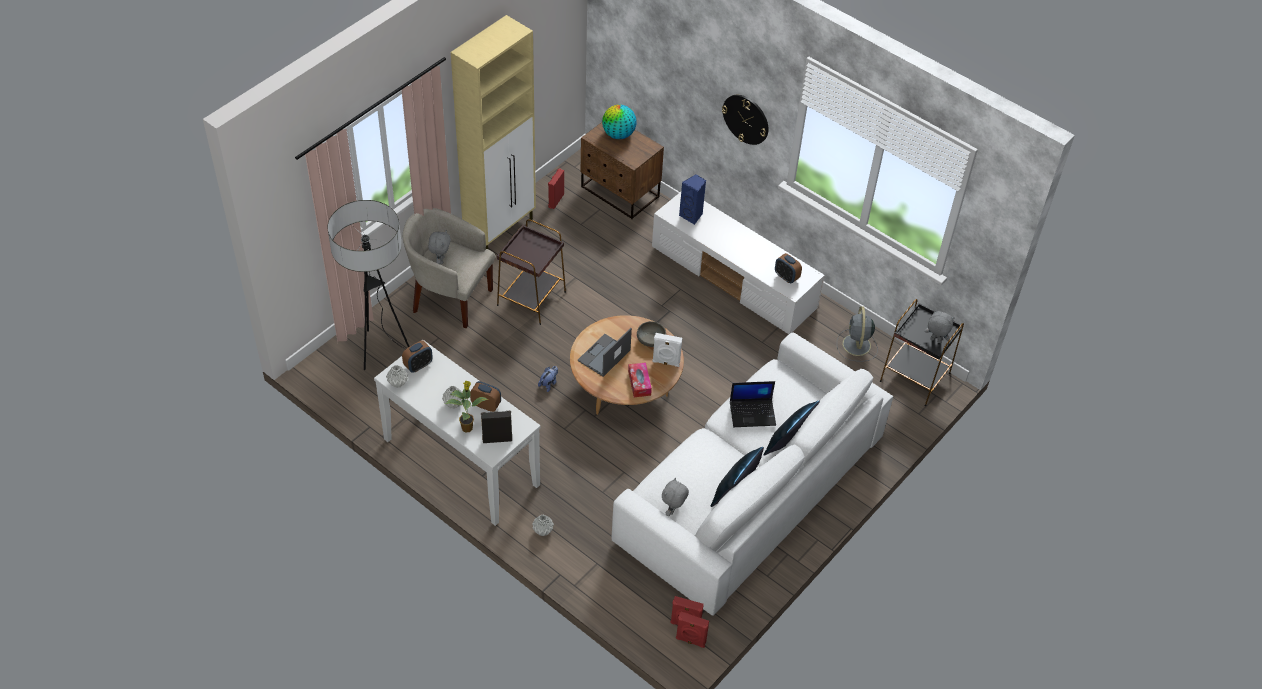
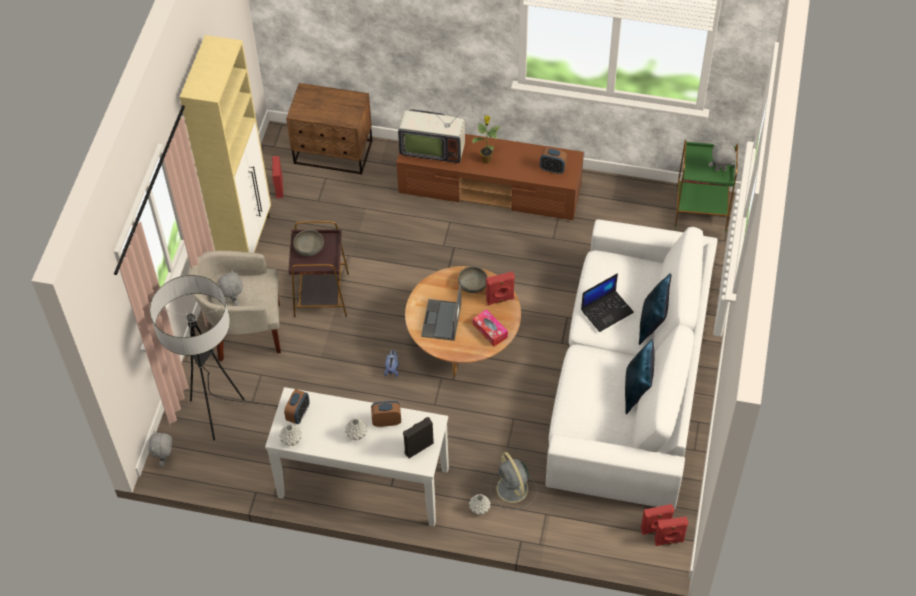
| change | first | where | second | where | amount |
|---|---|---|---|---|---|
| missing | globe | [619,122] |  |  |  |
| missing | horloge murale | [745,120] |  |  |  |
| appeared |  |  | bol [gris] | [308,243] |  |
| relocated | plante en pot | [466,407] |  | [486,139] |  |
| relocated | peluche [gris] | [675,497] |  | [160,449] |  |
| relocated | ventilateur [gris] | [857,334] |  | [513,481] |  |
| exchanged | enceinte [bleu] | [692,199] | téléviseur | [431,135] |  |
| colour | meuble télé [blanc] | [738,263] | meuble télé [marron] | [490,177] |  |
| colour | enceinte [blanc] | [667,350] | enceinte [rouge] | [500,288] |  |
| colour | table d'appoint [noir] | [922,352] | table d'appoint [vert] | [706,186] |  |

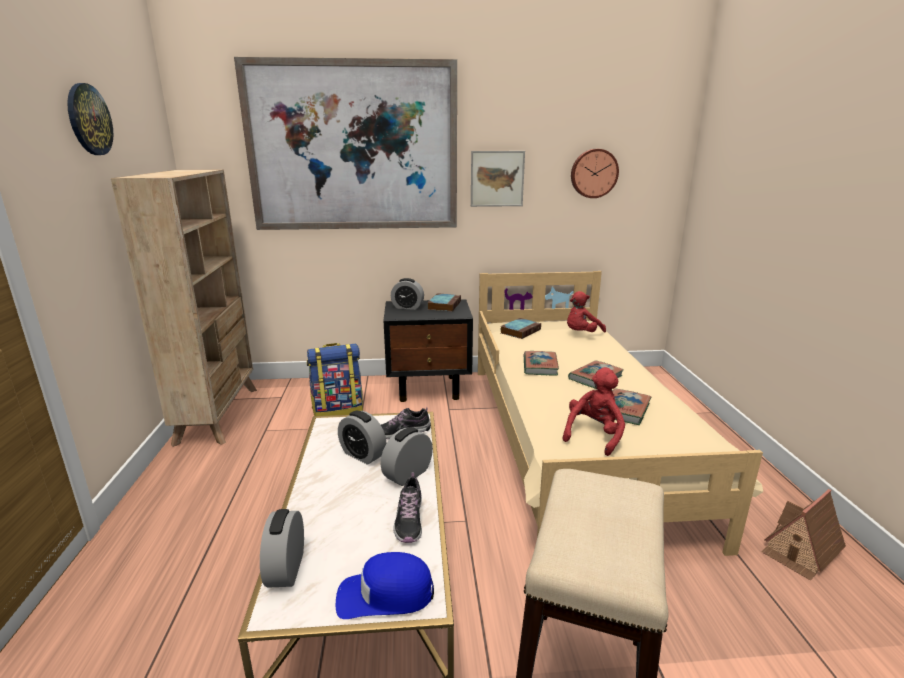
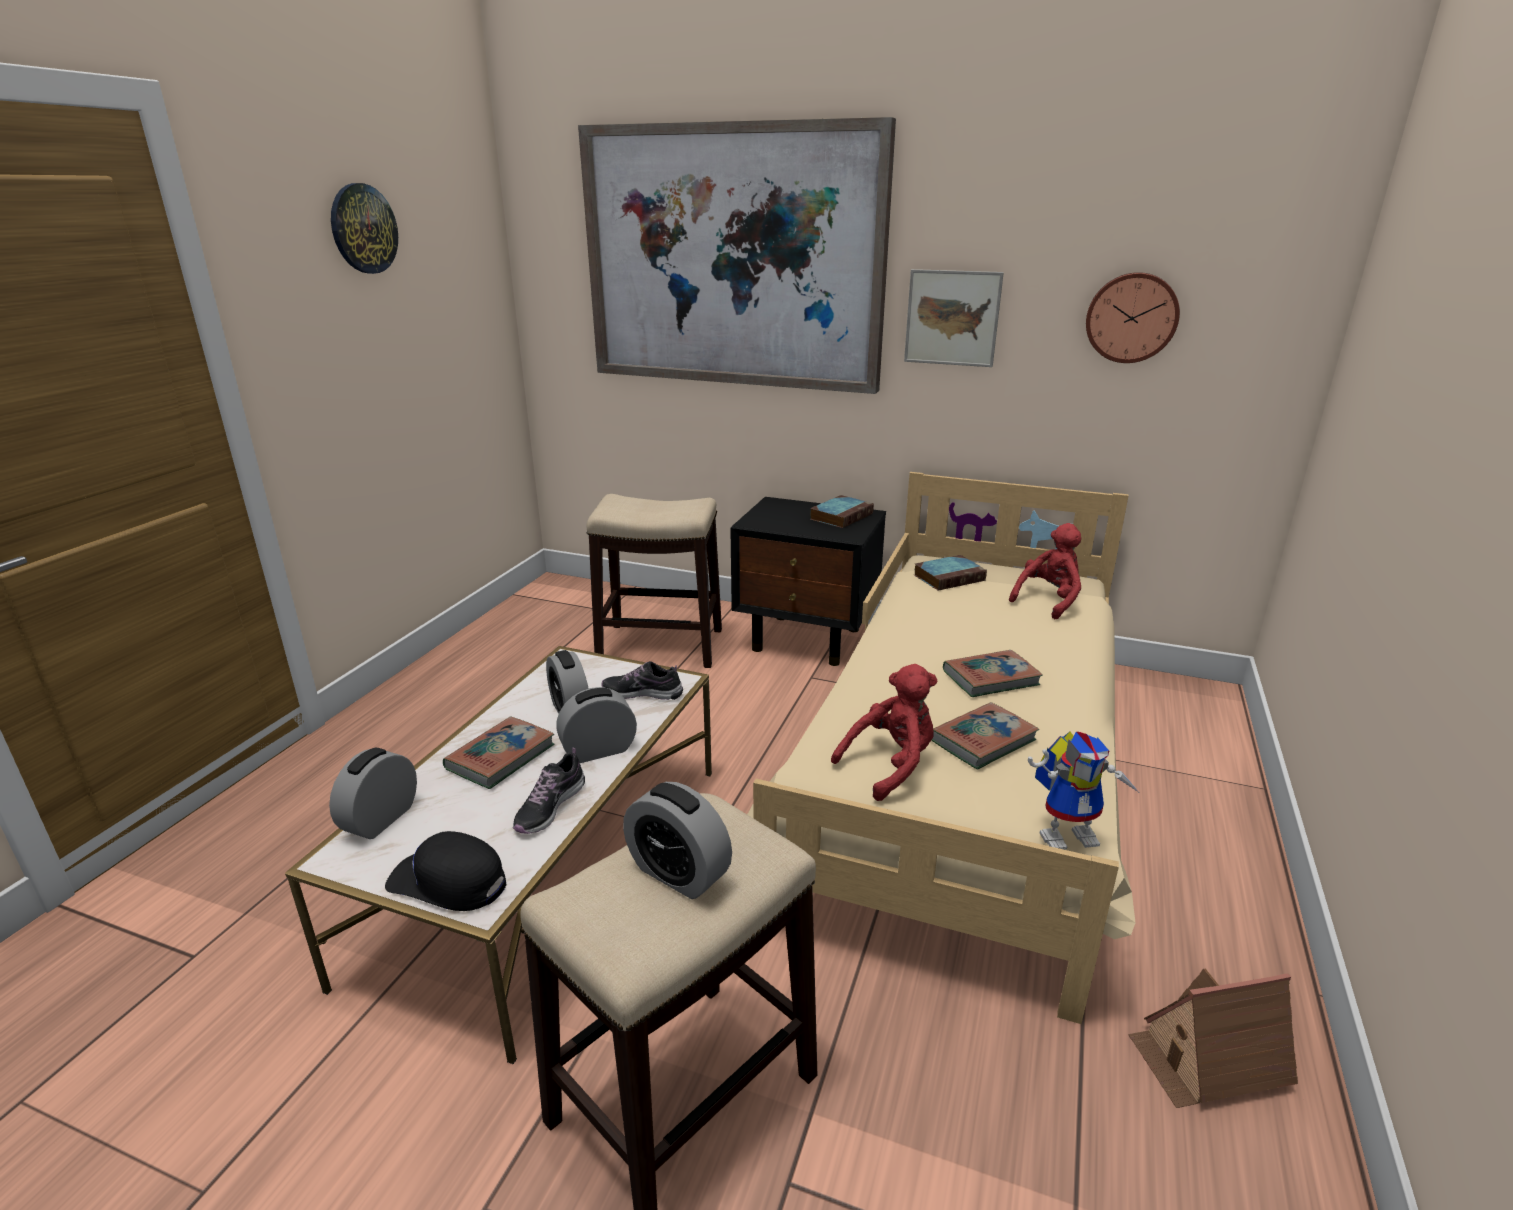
| change | first | where | second | where | amount |
|---|---|---|---|---|---|
| missing | bibliothèque [beige] | [184,308] |  |  |  |
| appeared |  |  | robot jouet | [1083,791] |  |
| relocated | réveil | [407,294] |  | [677,840] |  |
| relocated | livre | [541,363] |  | [498,752] |  |
| exchanged | sac à dos | [335,379] | tabouret | [654,581] |  |
| colour | casquette [bleu] | [385,585] | casquette [noir] | [445,871] |  |
| spun | peluche [rouge] | [586,312] |  | [1045,571] | 150 degrees clockwise |

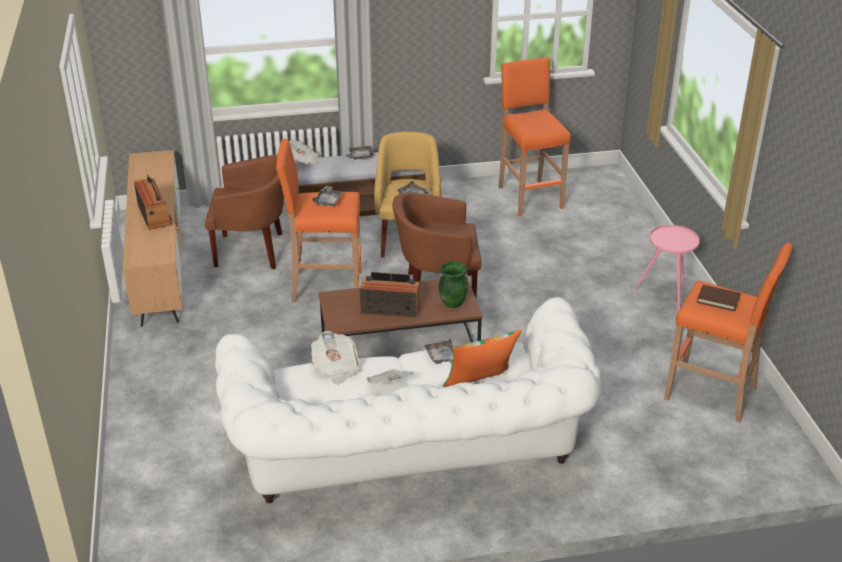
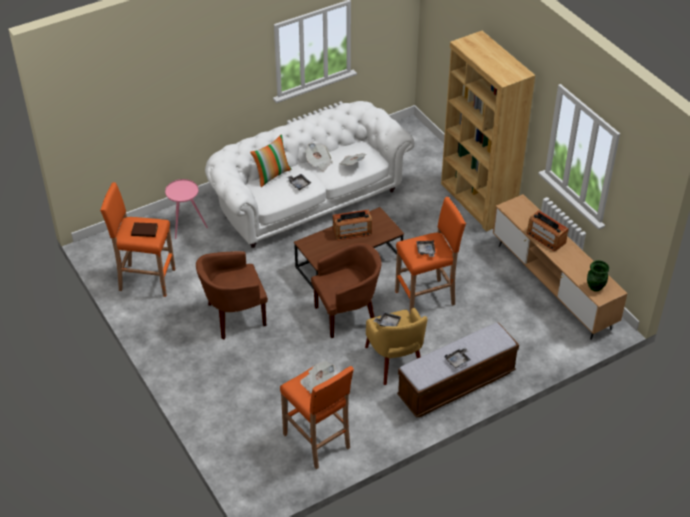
| change | first | where | second | where | amount |
|---|---|---|---|---|---|
| appeared |  |  | bibliothèque [marron] | [488,131] |  |
| relocated | fauteuil [marron] | [244,212] |  | [232,295] |  |
| relocated | journal | [305,153] |  | [318,377] |  |
| relocated | vase [vert] | [453,284] |  | [598,276] |  |
| relocated | table d'appoint [rose] | [667,268] |  | [186,209] |  |

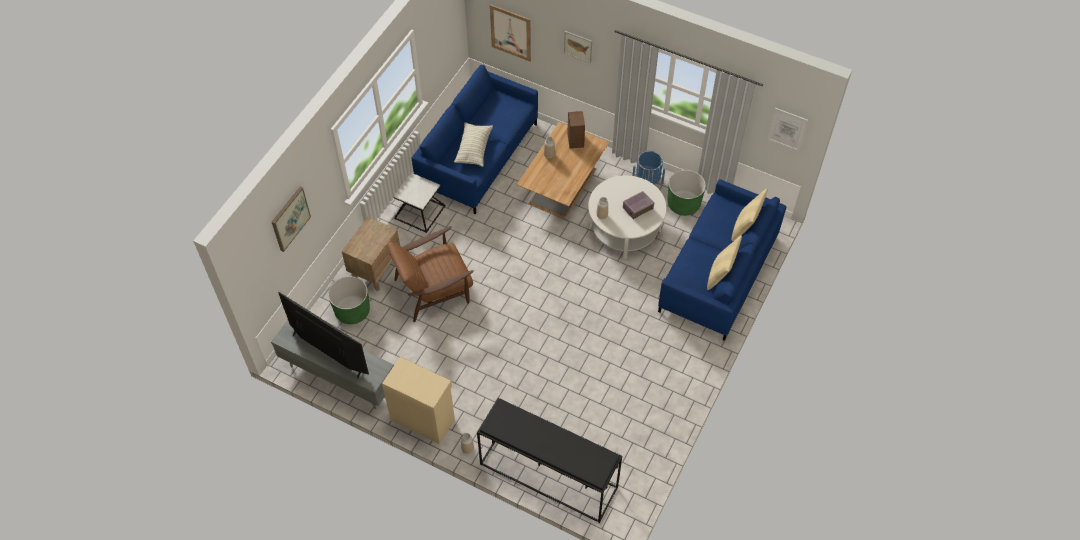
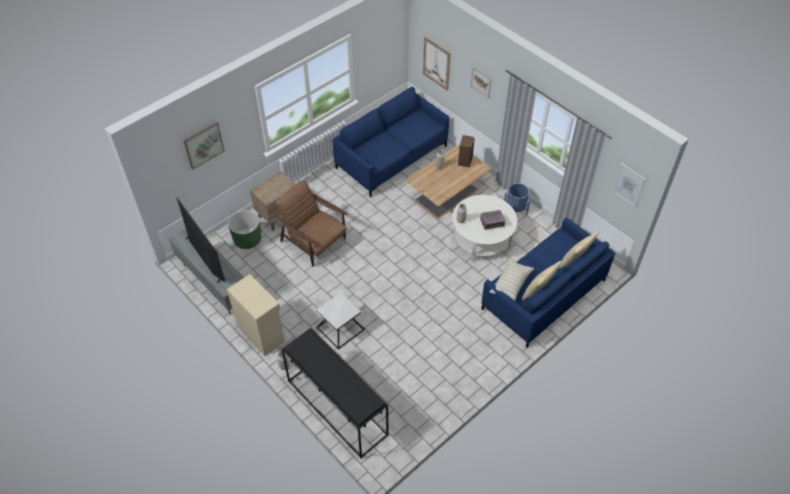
| change | first | where | second | where | amount |
|---|---|---|---|---|---|
| missing | cache-pot [vert] | [686,193] |  |  |  |
| relocated | table d'appoint | [419,203] |  | [340,321] |  |
| relocated | coussin | [473,144] |  | [511,279] |  |
| spun | fauteuil [marron] | [430,274] |  | [311,223] | 45 degrees clockwise |

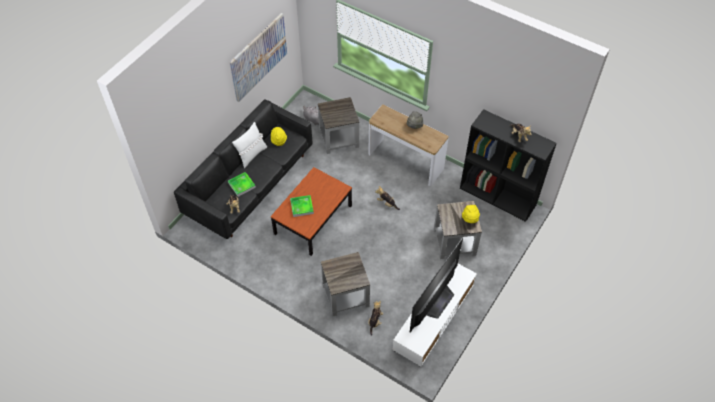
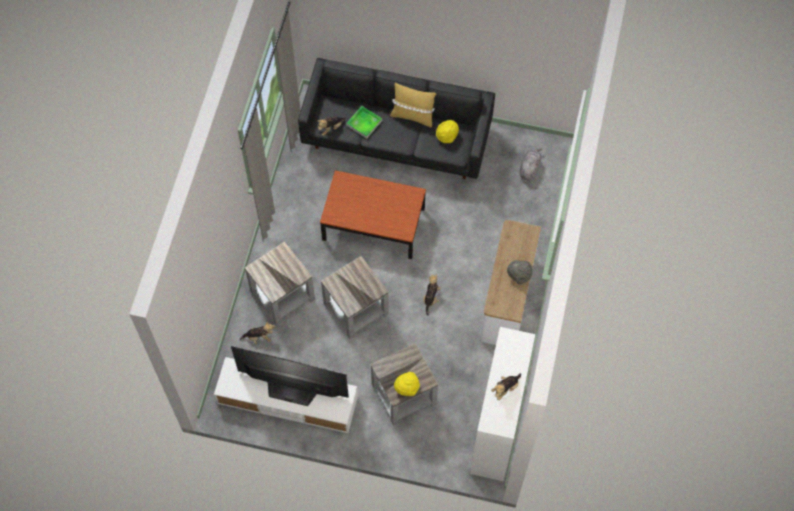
| change | first | where | second | where | amount |
|---|---|---|---|---|---|
| missing | tableau | [258,57] |  |  |  |
| missing | plateau | [302,206] |  |  |  |
| relocated | table d'appoint [gris] | [338,125] |  | [355,297] |  |
| colour | coussin [blanc] | [249,145] | coussin [jaune] | [413,104] |  |
| colour | bibliothèque [noir] | [508,165] | bibliothèque [blanc] | [502,404] |  |

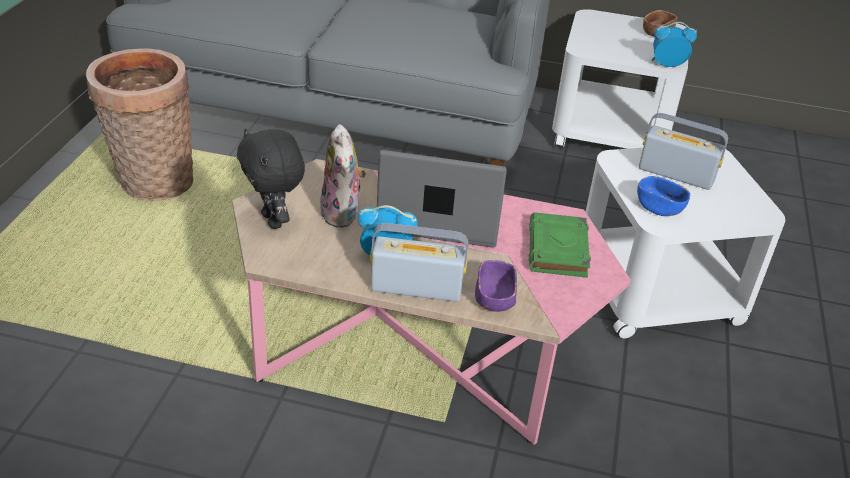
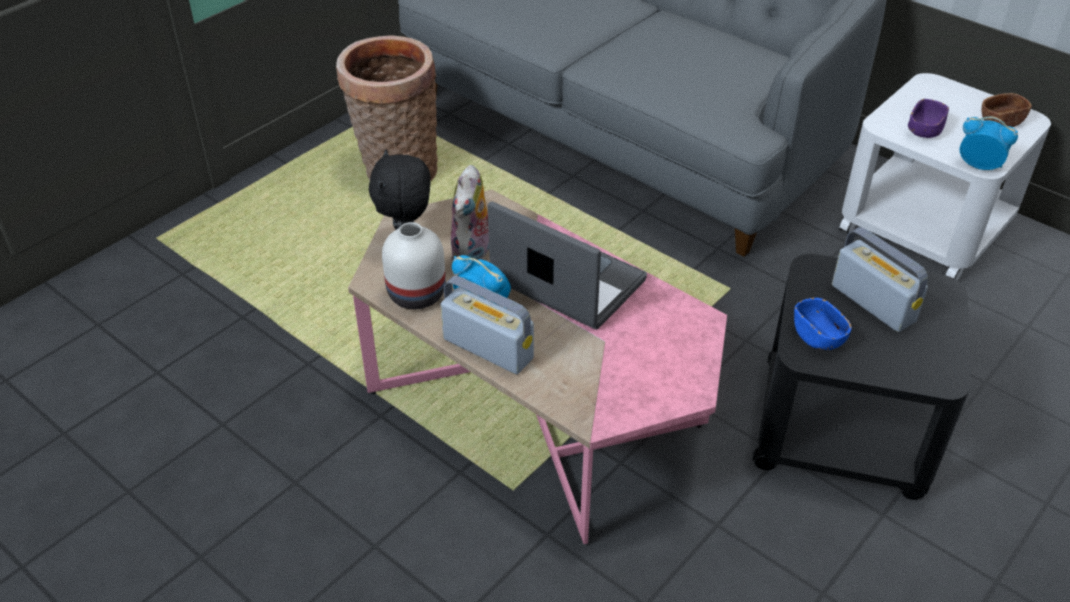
| change | first | where | second | where | amount |
|---|---|---|---|---|---|
| missing | livre [vert] | [560,245] |  |  |  |
| appeared |  |  | vase [blanc] | [414,265] |  |
| relocated | bol [violet] | [496,286] |  | [928,118] |  |
| colour | table d'appoint [blanc] | [685,243] | table d'appoint [noir] | [862,377] |  |

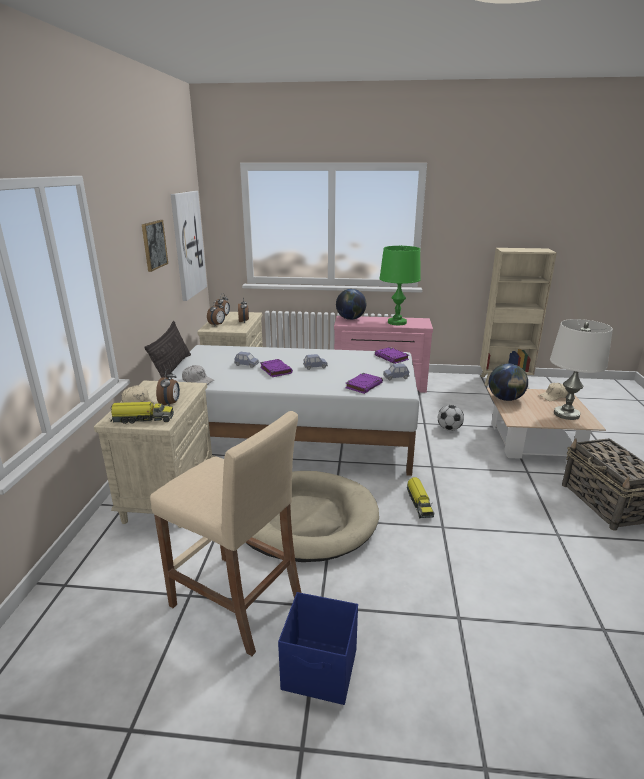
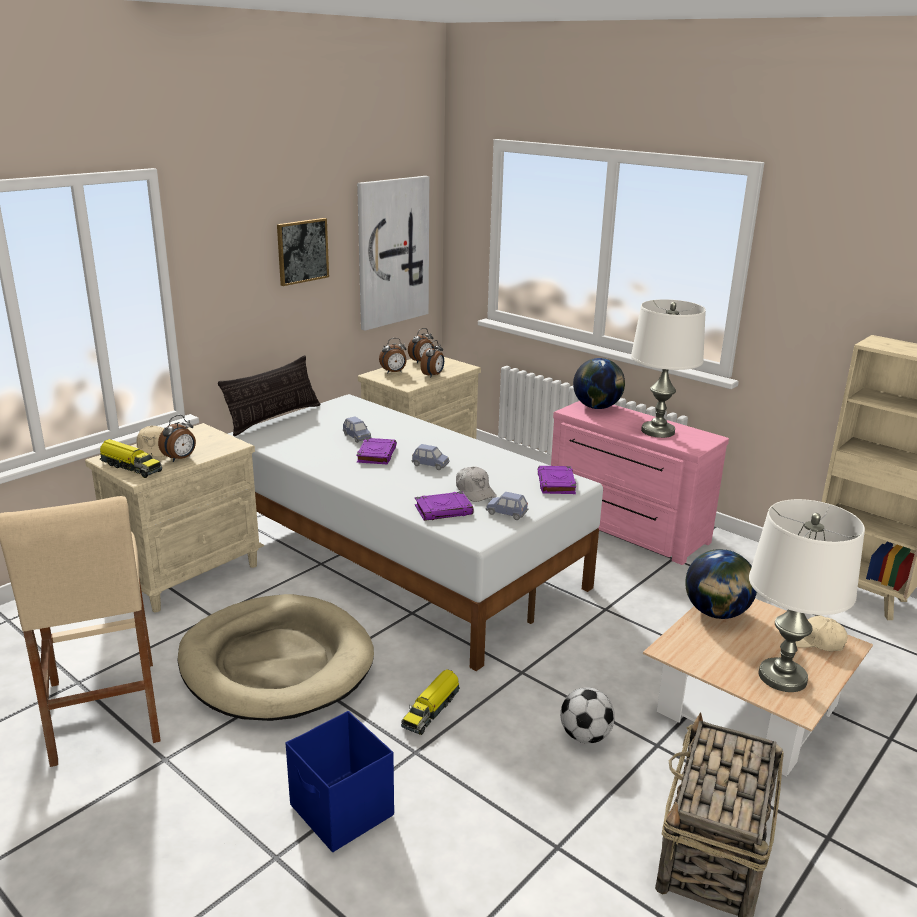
| change | first | where | second | where | amount |
|---|---|---|---|---|---|
| relocated | casquette [blanc] | [198,375] |  | [476,484] |  |
| relocated | boîte de rangement [bleu] | [318,648] |  | [340,781] |  |
| relocated | ballon de foot | [451,418] |  | [587,715] |  |
| colour | lampe de table [vert] | [400,285] | lampe de table [blanc] | [668,368] |  |

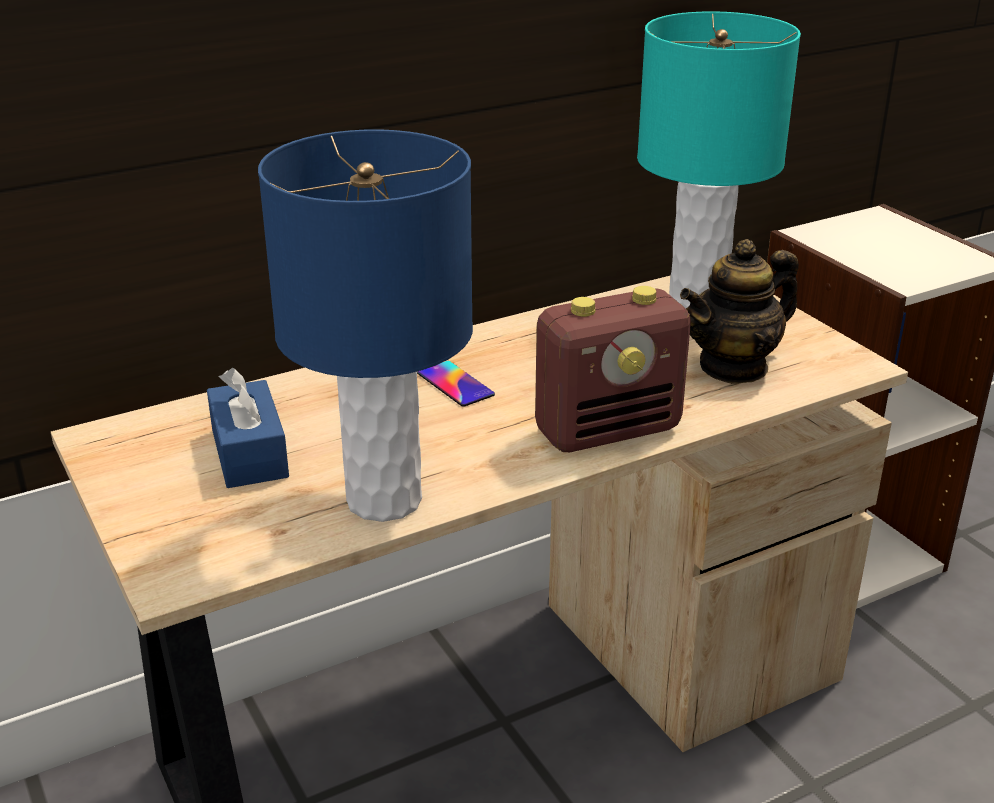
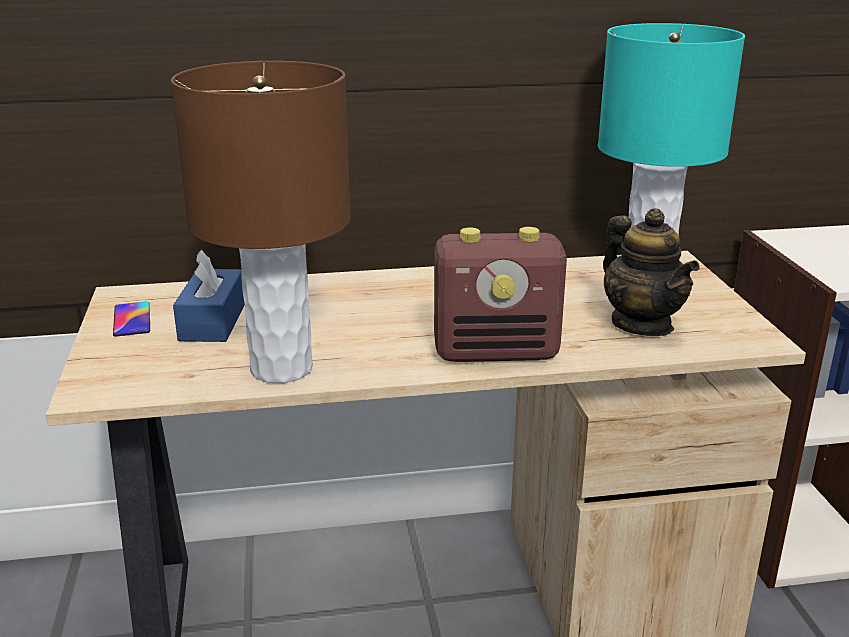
| change | first | where | second | where | amount |
|---|---|---|---|---|---|
| relocated | téléphone | [456,384] |  | [131,319] |  |
| colour | lampe de table [bleu] | [365,325] | lampe de table [marron] | [261,222] |  |
| spun | théière | [739,311] |  | [651,272] | 105 degrees counterclockwise |

